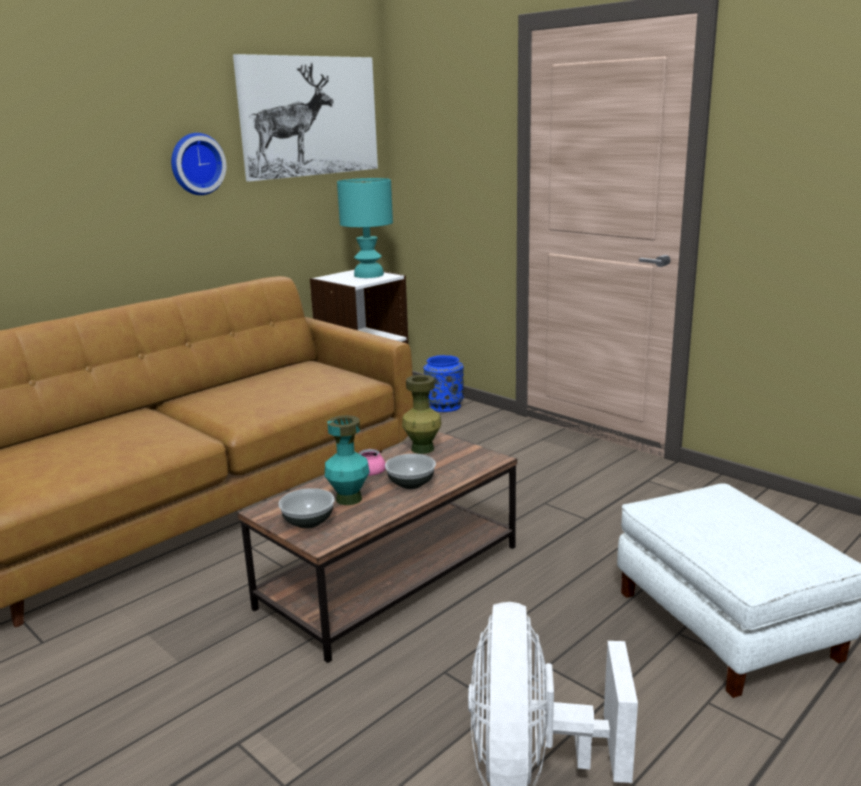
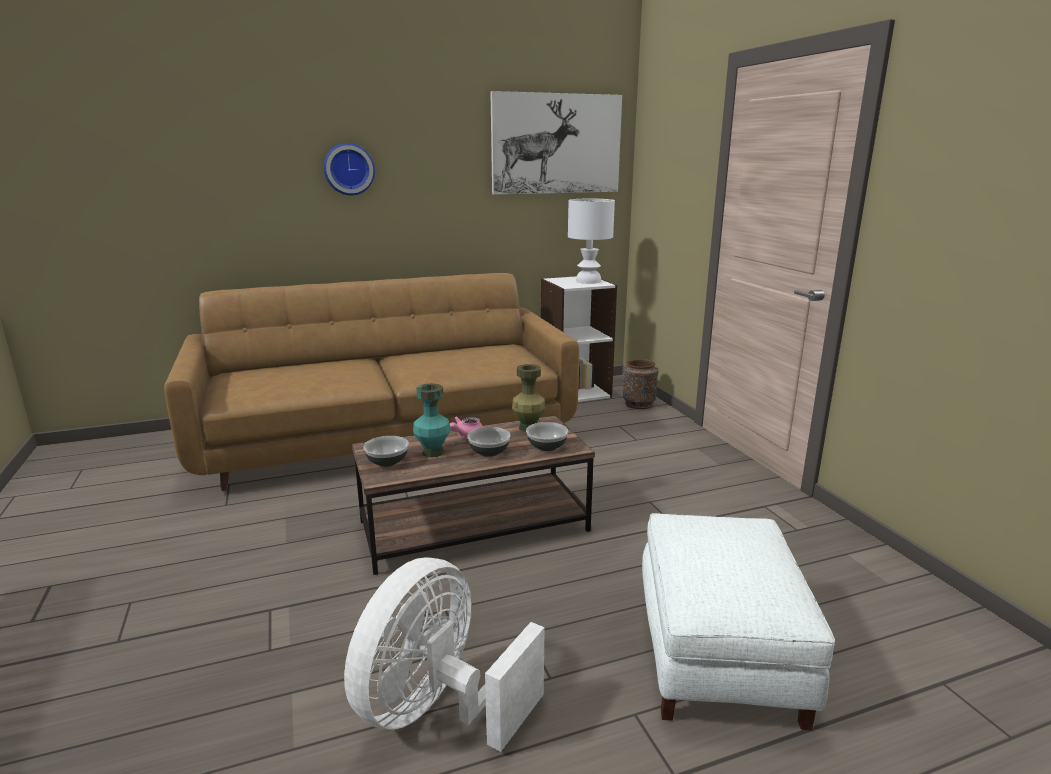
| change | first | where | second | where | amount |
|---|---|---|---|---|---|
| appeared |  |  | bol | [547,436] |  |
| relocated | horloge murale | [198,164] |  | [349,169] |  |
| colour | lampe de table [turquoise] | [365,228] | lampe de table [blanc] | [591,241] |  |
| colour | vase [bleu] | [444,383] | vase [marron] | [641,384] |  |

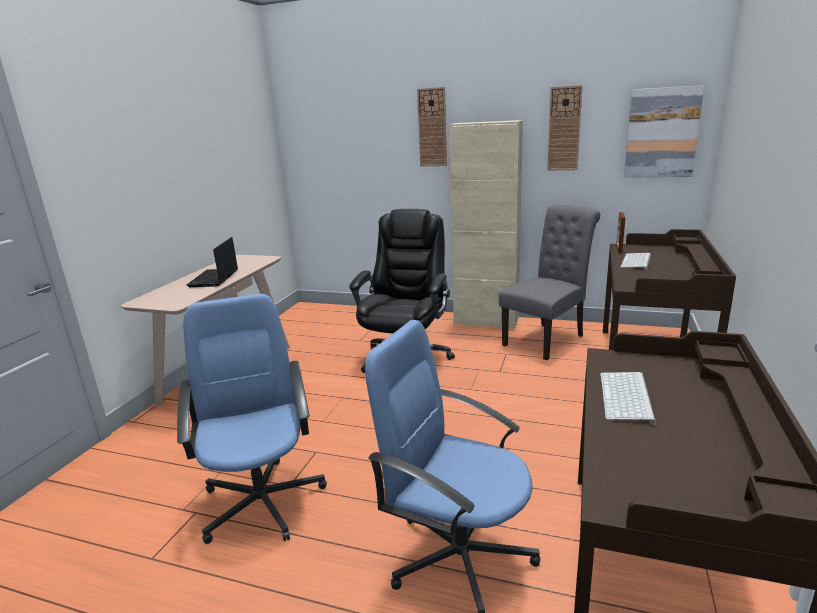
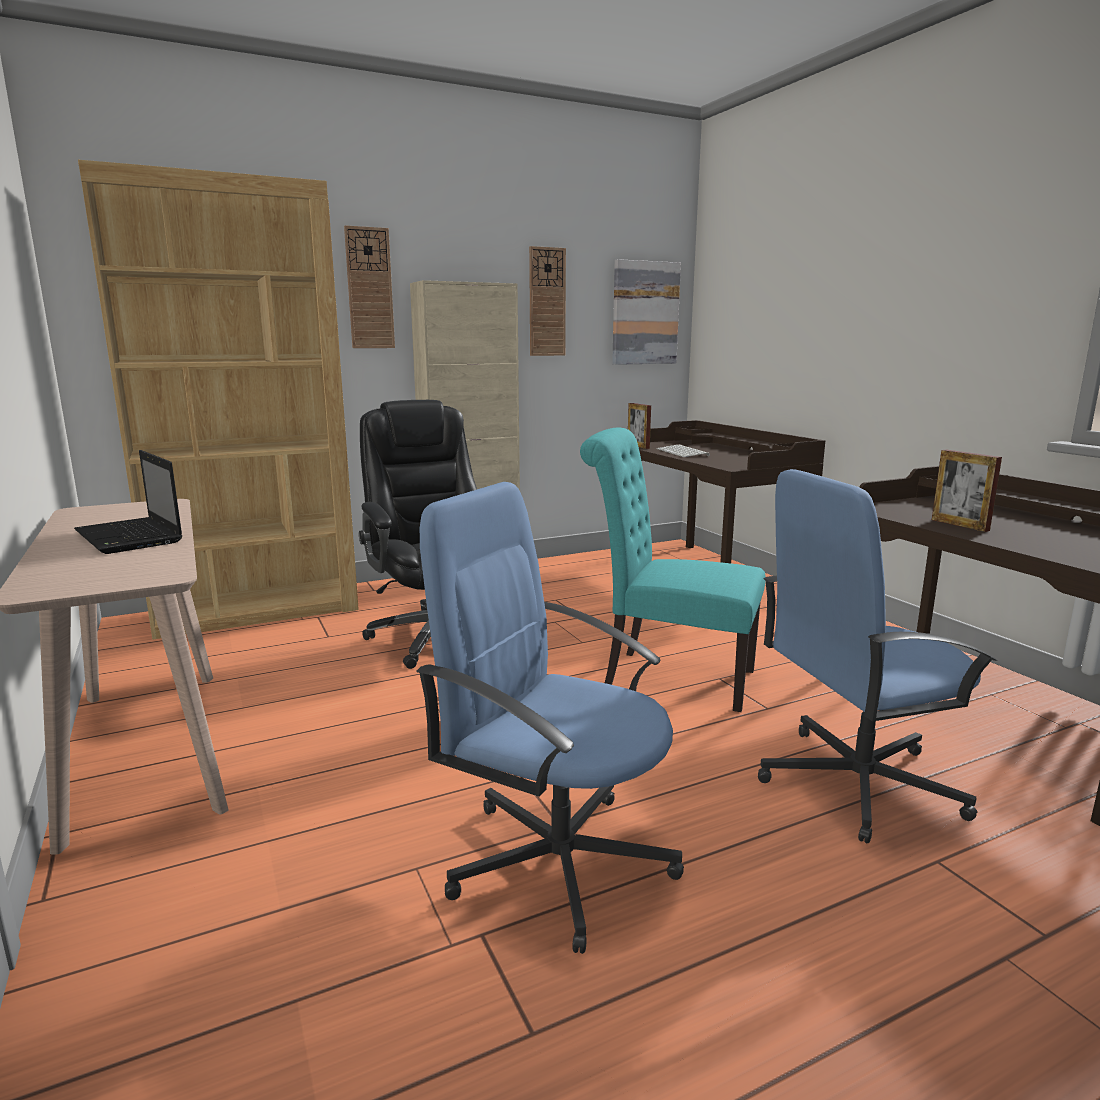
| change | first | where | second | where | amount |
|---|---|---|---|---|---|
| missing | chaise [gris] | [549,282] |  |  |  |
| appeared |  |  | bibliothèque [marron] | [218,400] |  |
| appeared |  |  | chaise [turquoise] | [673,570] |  |
| exchanged | clavier | [628,398] | cadre photo | [967,491] |  |

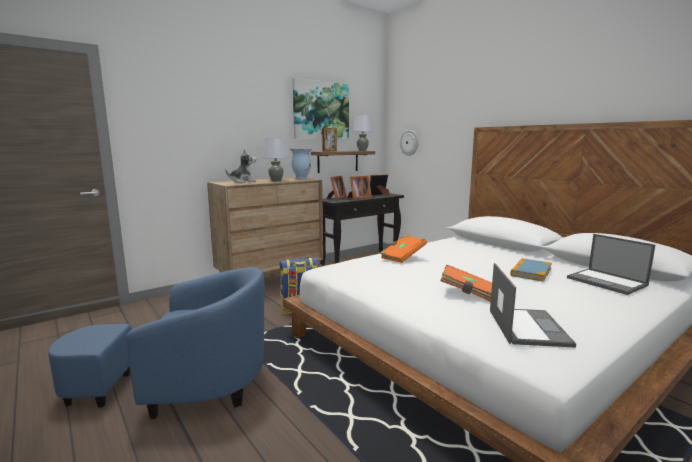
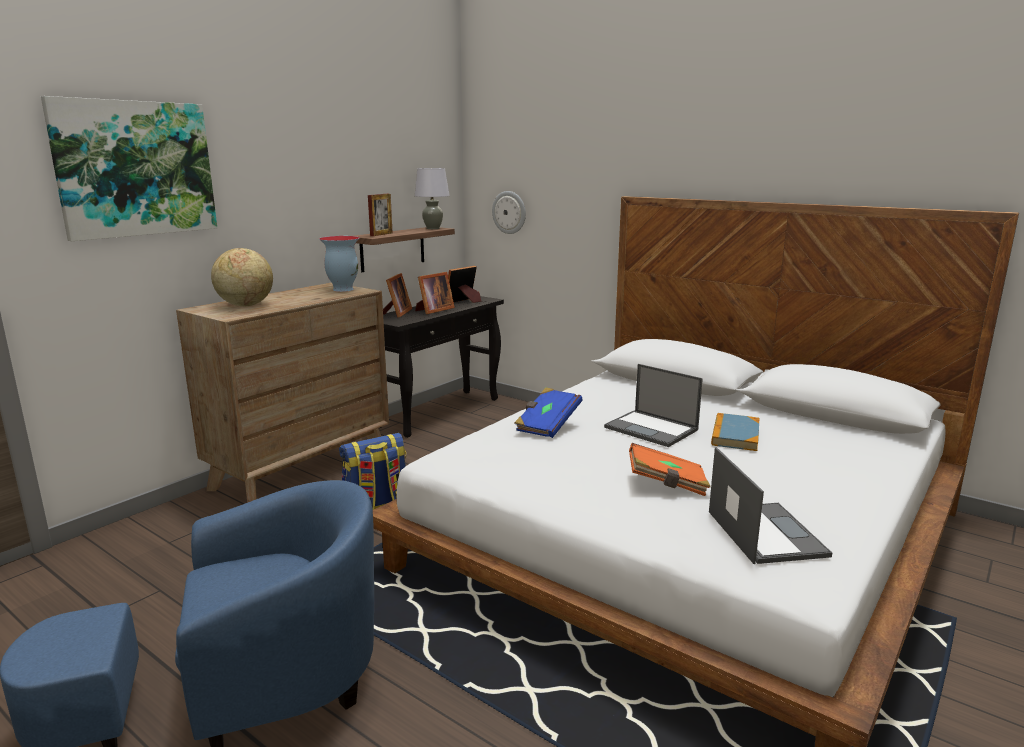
| change | first | where | second | where | amount |
|---|---|---|---|---|---|
| missing | lampe de table [gris] | [275,160] |  |  |  |
| relocated | tableau | [321,108] |  | [129,168] |  |
| relocated | ordinateur portable | [611,264] |  | [653,405] |  |
| exchanged | peluche | [240,166] | globe | [242,277] |  |
| colour | livre [orange] | [403,249] | livre [bleu] | [548,412] |  |

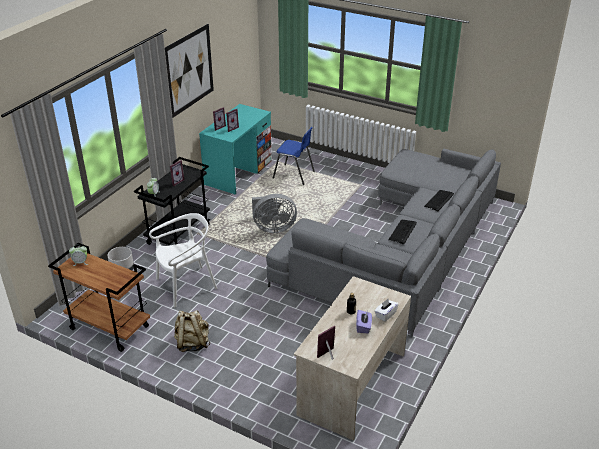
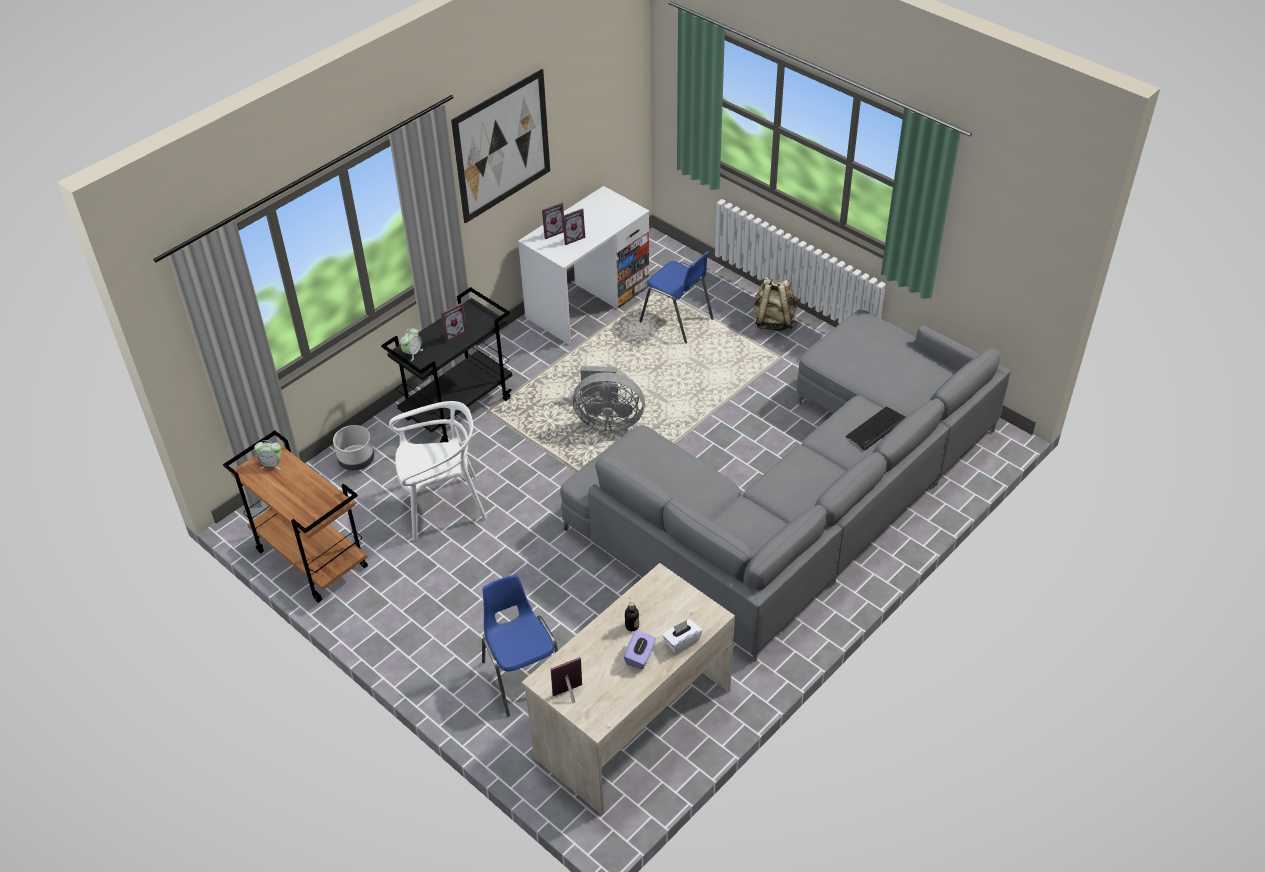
| change | first | where | second | where | amount |
|---|---|---|---|---|---|
| missing | clavier | [402,231] |  |  |  |
| appeared |  |  | chaise [bleu] | [520,646] |  |
| relocated | sac à dos [beige] | [192,331] |  | [775,304] |  |
| colour | bureau [turquoise] | [235,149] | bureau [blanc] | [584,265] |  |

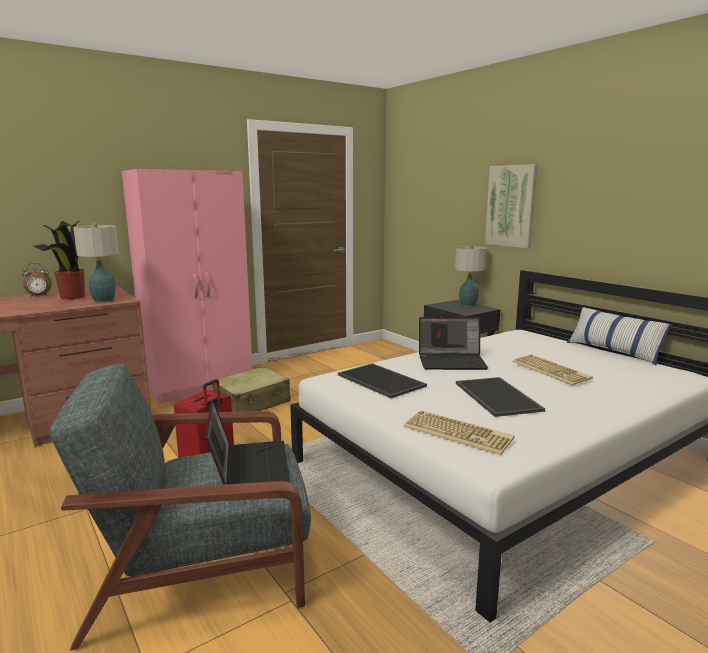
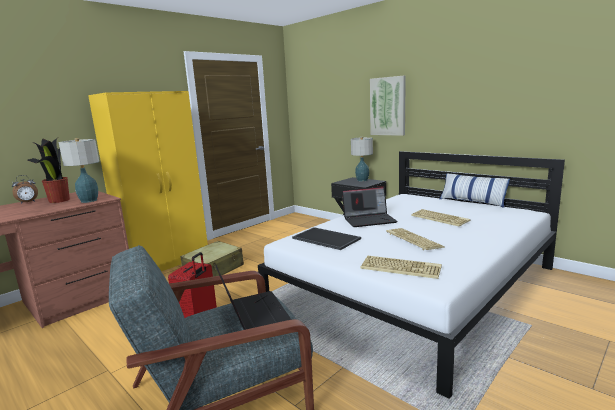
| change | first | where | second | where | amount |
|---|---|---|---|---|---|
| exchanged | plateau | [500,397] | clavier | [415,239] |  |
| colour | armoire [rose] | [187,286] | armoire [jaune] | [148,181] |  |

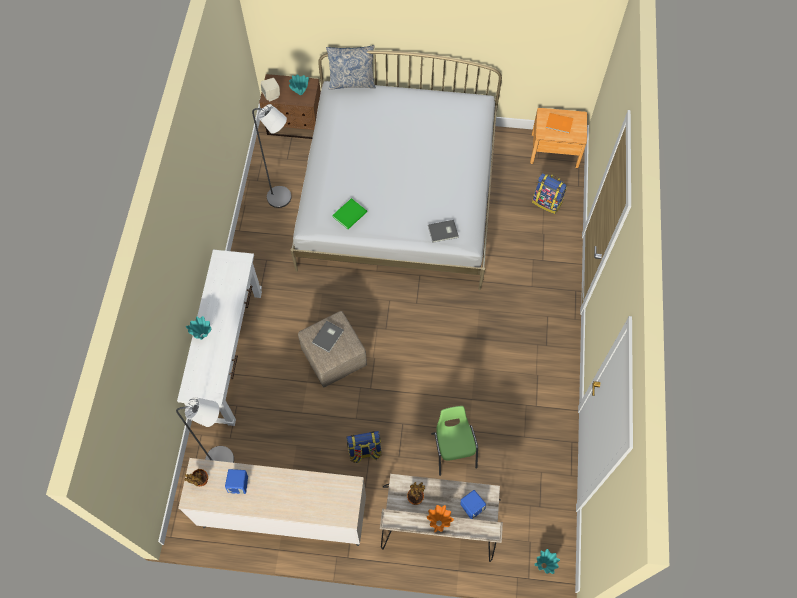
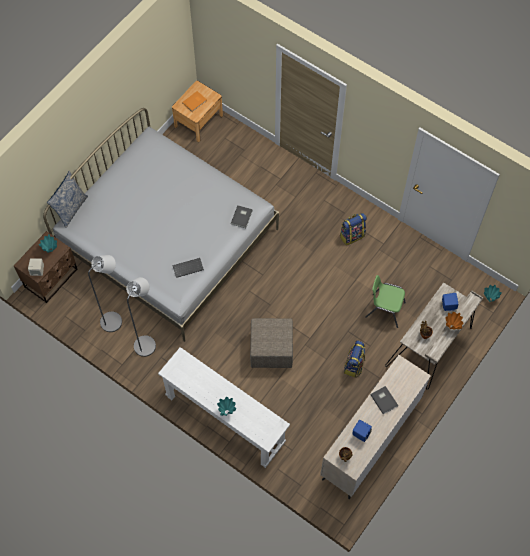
| change | first | where | second | where | amount |
|---|---|---|---|---|---|
| relocated | lampadaire [gris] | [205,430] |  | [141,317] |  |
| relocated | livre [gris] | [328,336] |  | [384,400] |  |
| relocated | sac à dos | [549,193] |  | [353,229] |  |
| exchanged | livre [vert] | [349,213] | clavier | [188,268] |  |

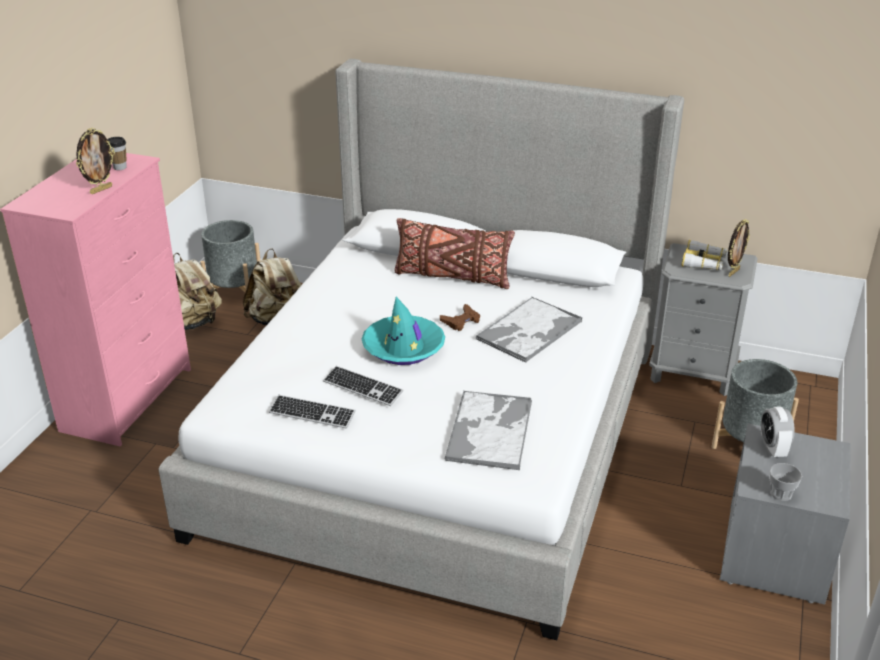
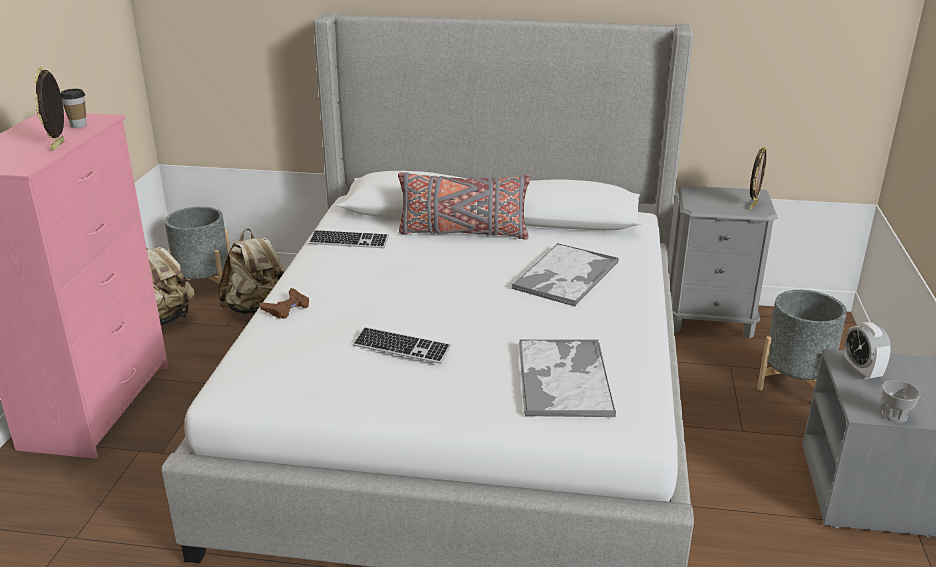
| change | first | where | second | where | amount |
|---|---|---|---|---|---|
| missing | chapeau [turquoise] | [403,331] |  |  |  |
| missing | jumelles | [704,255] |  |  |  |
| relocated | clavier | [312,412] |  | [349,239] |  |
| relocated | manette [marron] | [460,317] |  | [284,303] |  |
| colour | coussin [marron] | [454,253] | coussin [gris] | [464,206] |  |
| spun | cadre photo | [95,161] |  | [50,109] | 150 degrees clockwise |

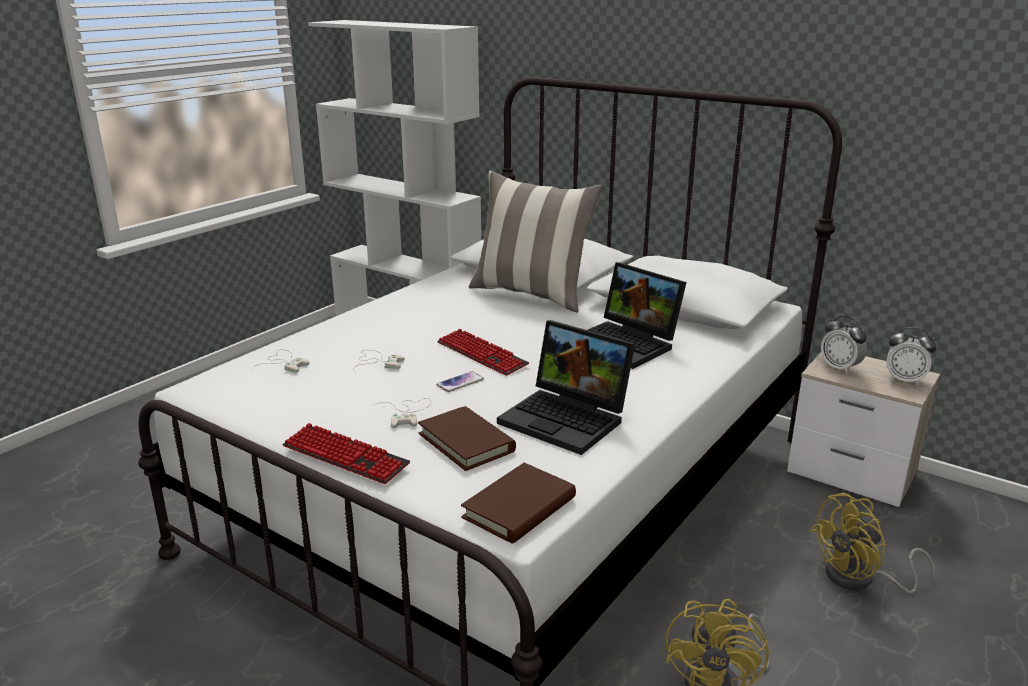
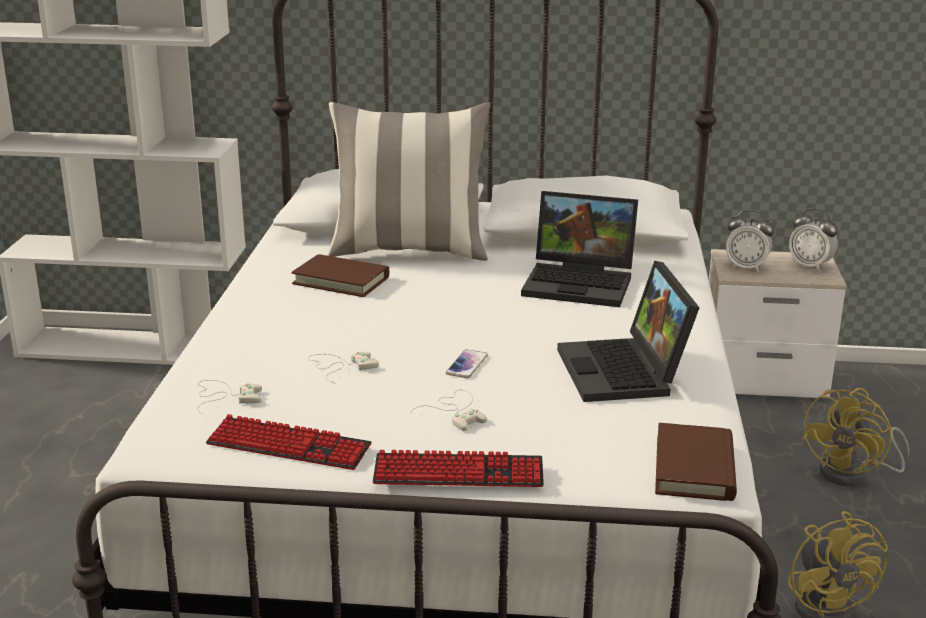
| change | first | where | second | where | amount |
|---|---|---|---|---|---|
| relocated | livre [marron] | [467,438] |  | [340,275] |  |
| relocated | clavier | [483,352] |  | [289,442] |  |
| spun | ordinateur portable | [566,387] |  | [628,331] | 75 degrees clockwise |
| spun | réveil | [911,356] |  | [813,240] | 45 degrees clockwise |

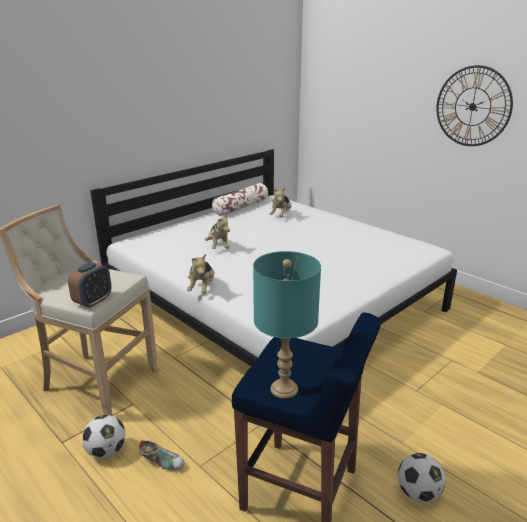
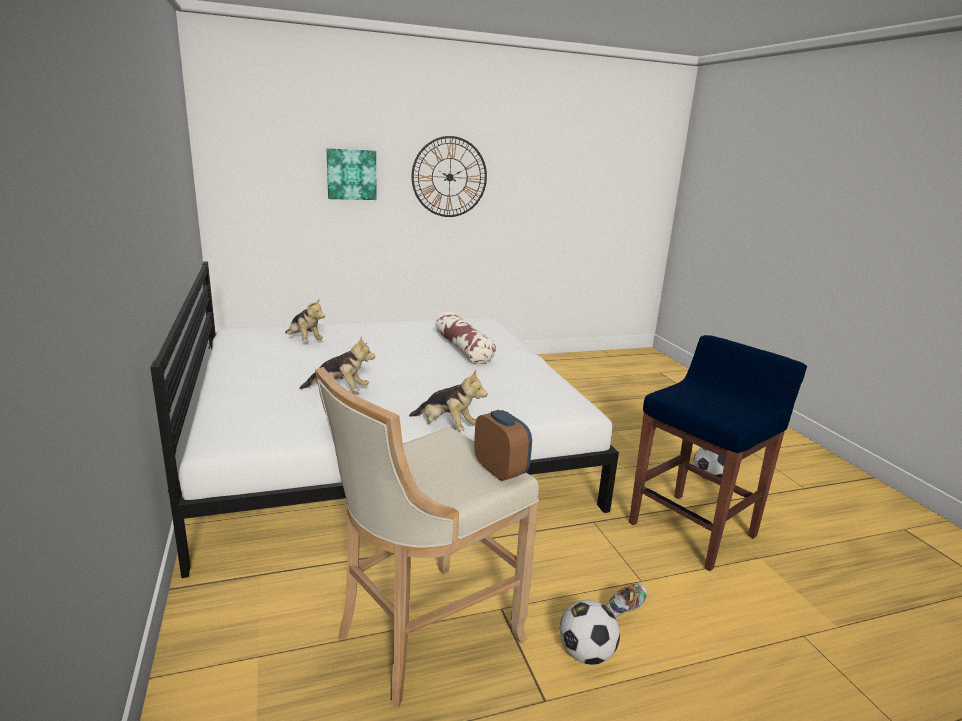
| change | first | where | second | where | amount |
|---|---|---|---|---|---|
| missing | lampe de table [turquoise] | [287,325] |  |  |  |
| appeared |  |  | tableau | [351,174] |  |
| relocated | coussin | [240,199] |  | [465,338] |  |

